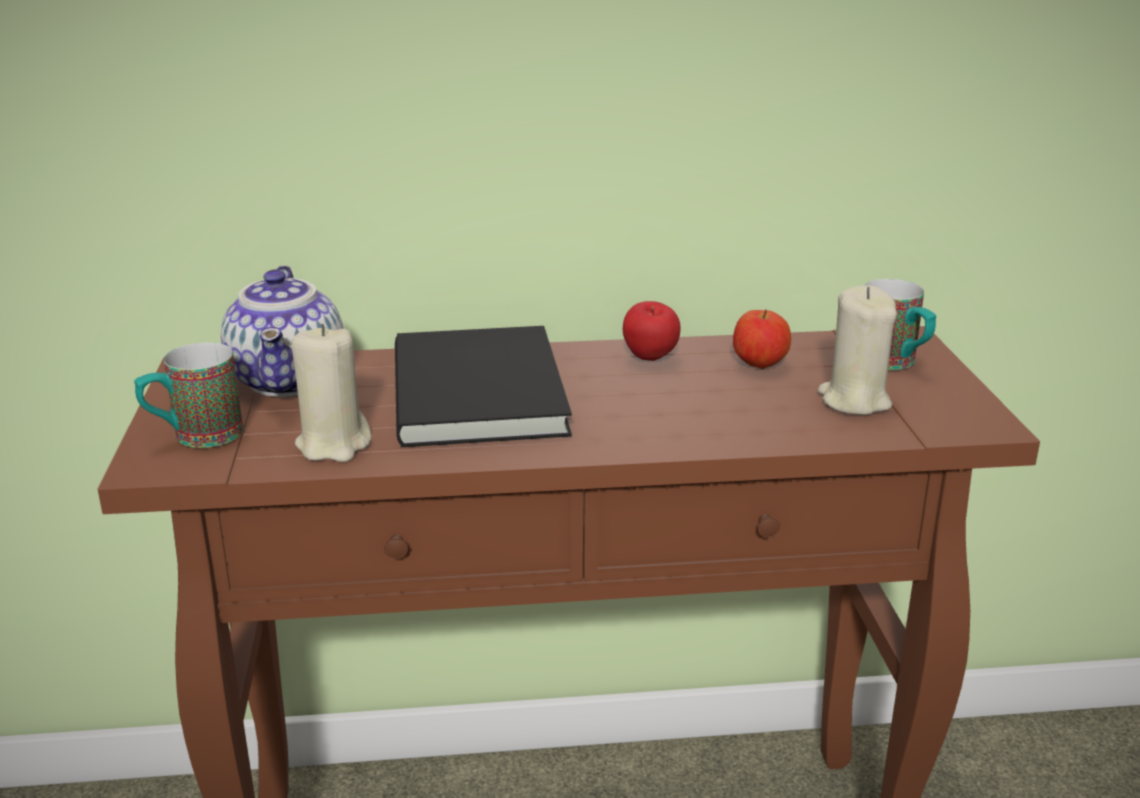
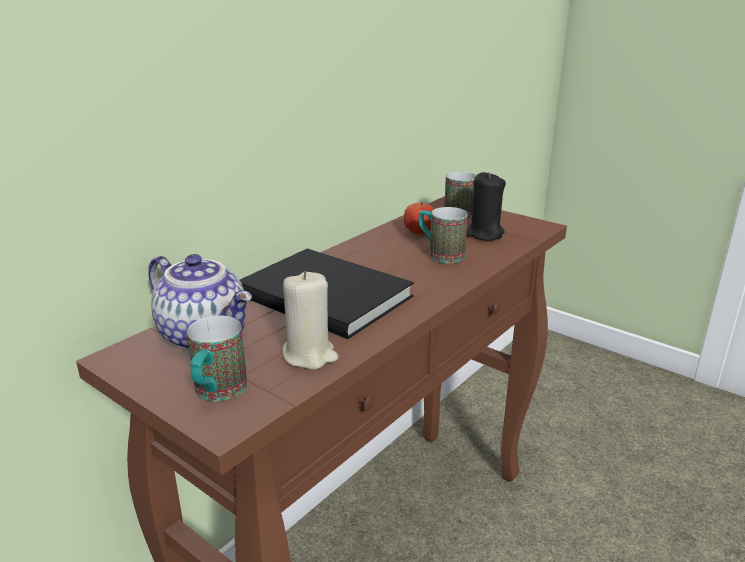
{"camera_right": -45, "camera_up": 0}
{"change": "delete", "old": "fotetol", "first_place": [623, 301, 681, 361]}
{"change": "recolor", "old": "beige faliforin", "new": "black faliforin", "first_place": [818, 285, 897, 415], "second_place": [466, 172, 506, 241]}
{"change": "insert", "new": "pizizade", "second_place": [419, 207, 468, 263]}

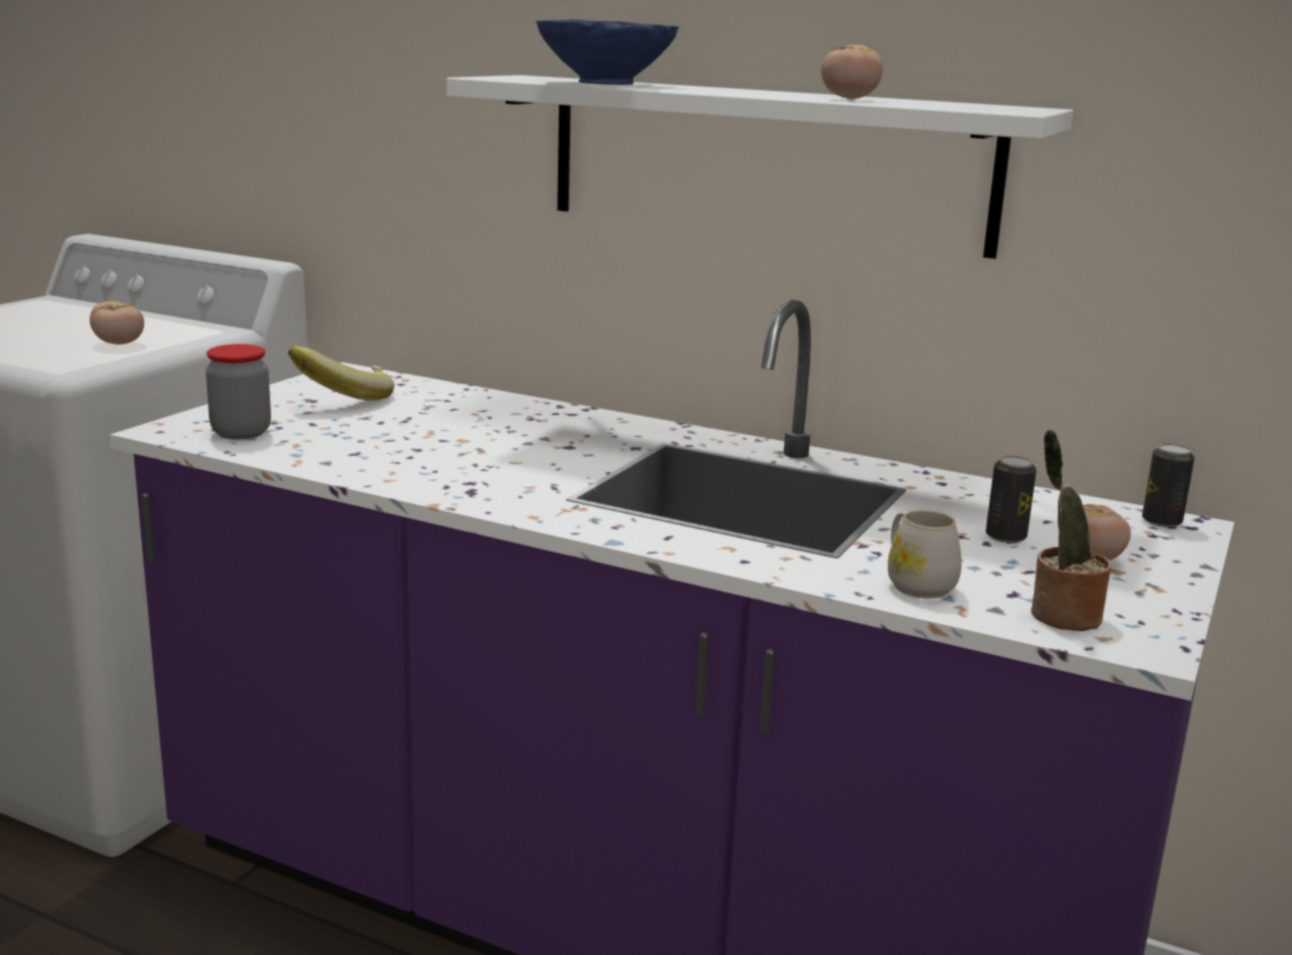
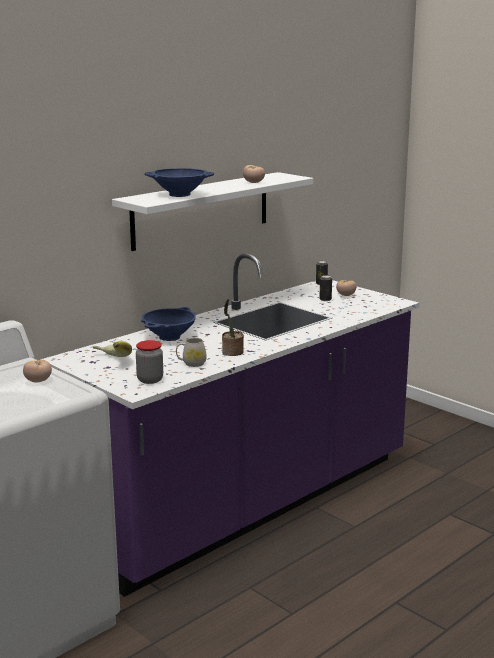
{"camera_right": -70, "camera_up": 0}
{"change": "move", "old": "white pizizade", "first_place": [888, 510, 962, 599], "second_place": [176, 338, 207, 367]}
{"change": "move", "old": "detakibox", "first_place": [1031, 430, 1111, 631], "second_place": [222, 299, 244, 356]}
{"change": "insert", "new": "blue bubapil", "second_place": [141, 307, 196, 341]}

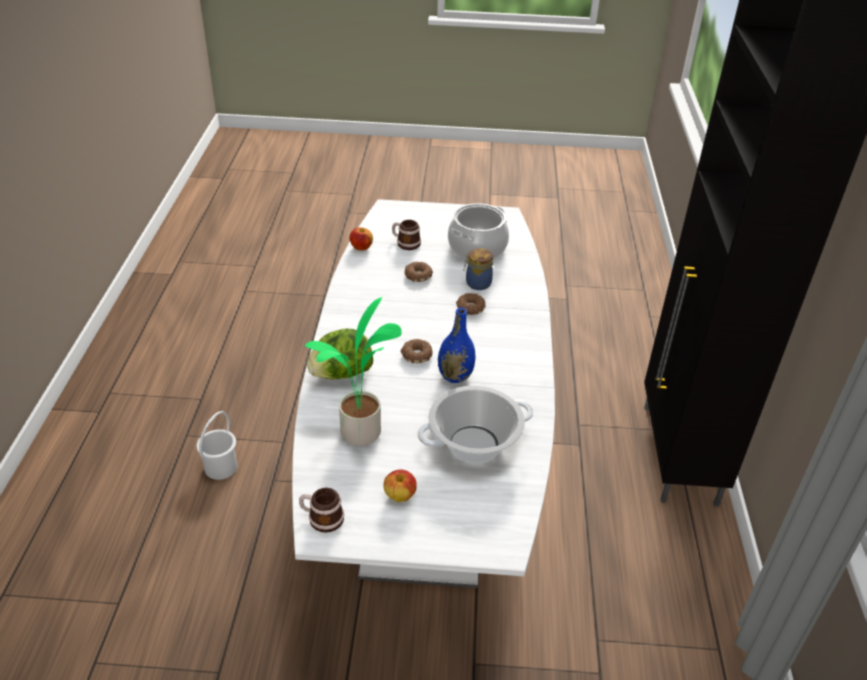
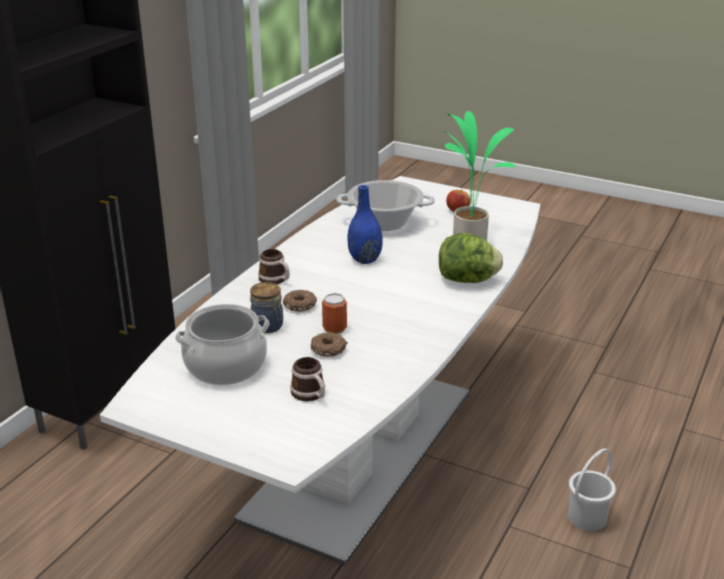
{"camera_right": -155, "camera_up": -10}
{"change": "move", "old": "pizizade", "first_place": [299, 488, 344, 533], "second_place": [258, 249, 290, 284]}
{"change": "delete", "old": "fotetol", "first_place": [350, 227, 373, 251]}
{"change": "delete", "old": "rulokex", "first_place": [400, 339, 433, 363]}
{"change": "insert", "new": "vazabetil", "second_place": [322, 293, 347, 334]}

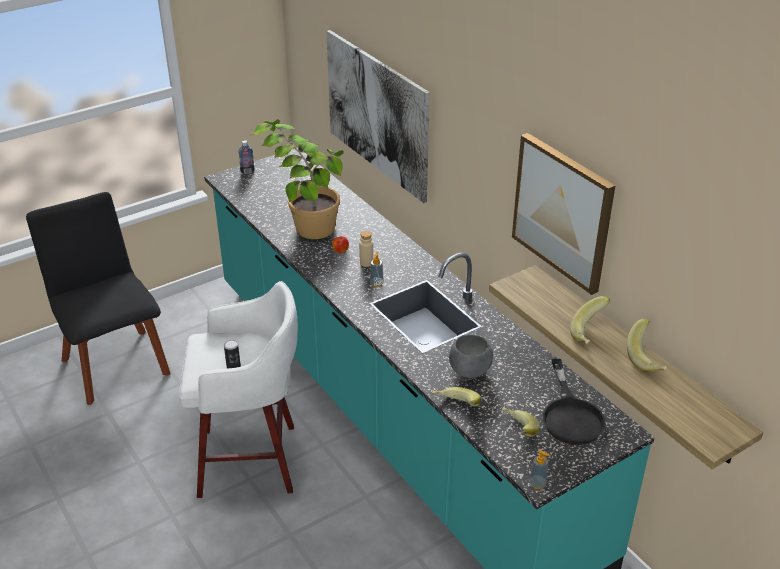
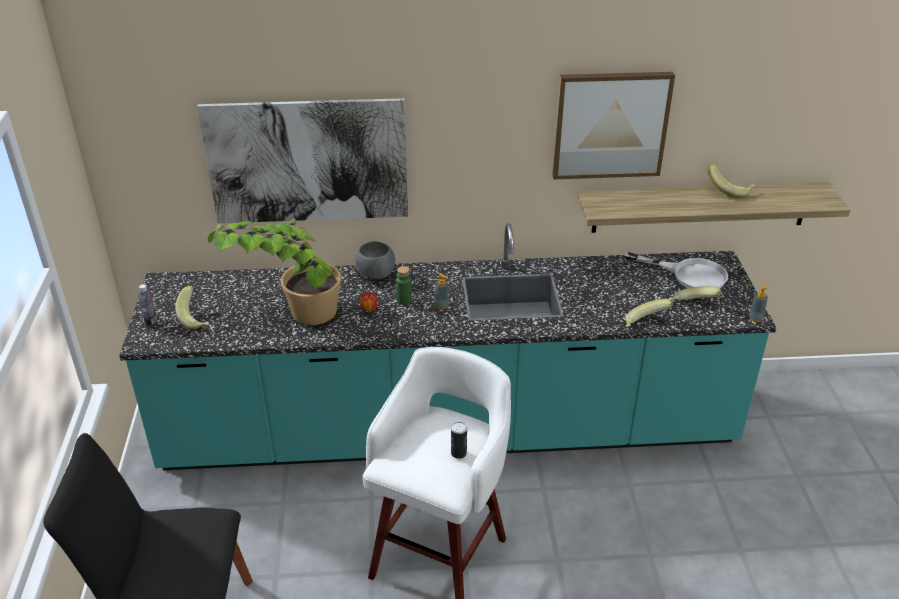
{"camera_right": -60, "camera_up": 0}
{"change": "recolor", "old": "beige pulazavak", "new": "green pulazavak", "first_place": [359, 231, 373, 267], "second_place": [396, 266, 412, 305]}
{"change": "move", "old": "grey bubapil", "first_place": [449, 335, 493, 378], "second_place": [355, 241, 395, 279]}
{"change": "recolor", "old": "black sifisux", "new": "white sifisux", "first_place": [543, 359, 606, 445], "second_place": [625, 252, 728, 288]}
{"change": "move", "old": "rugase", "first_place": [570, 296, 610, 344], "second_place": [175, 286, 208, 330]}

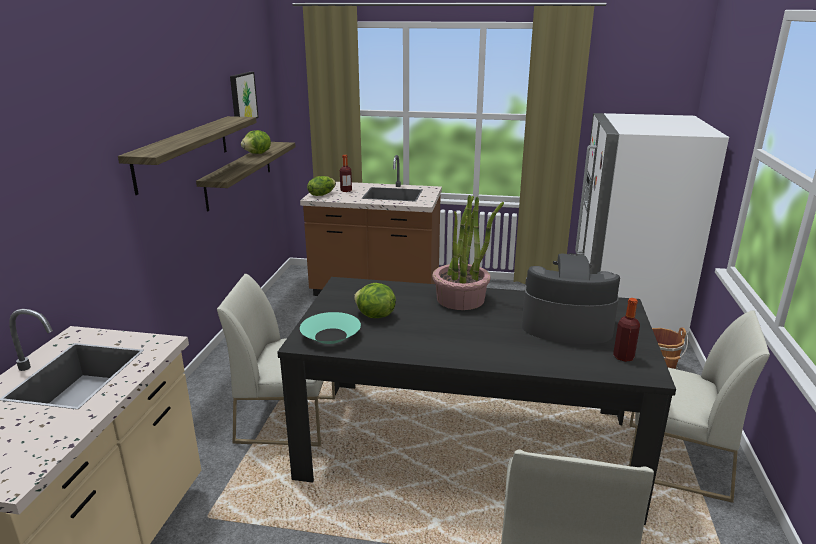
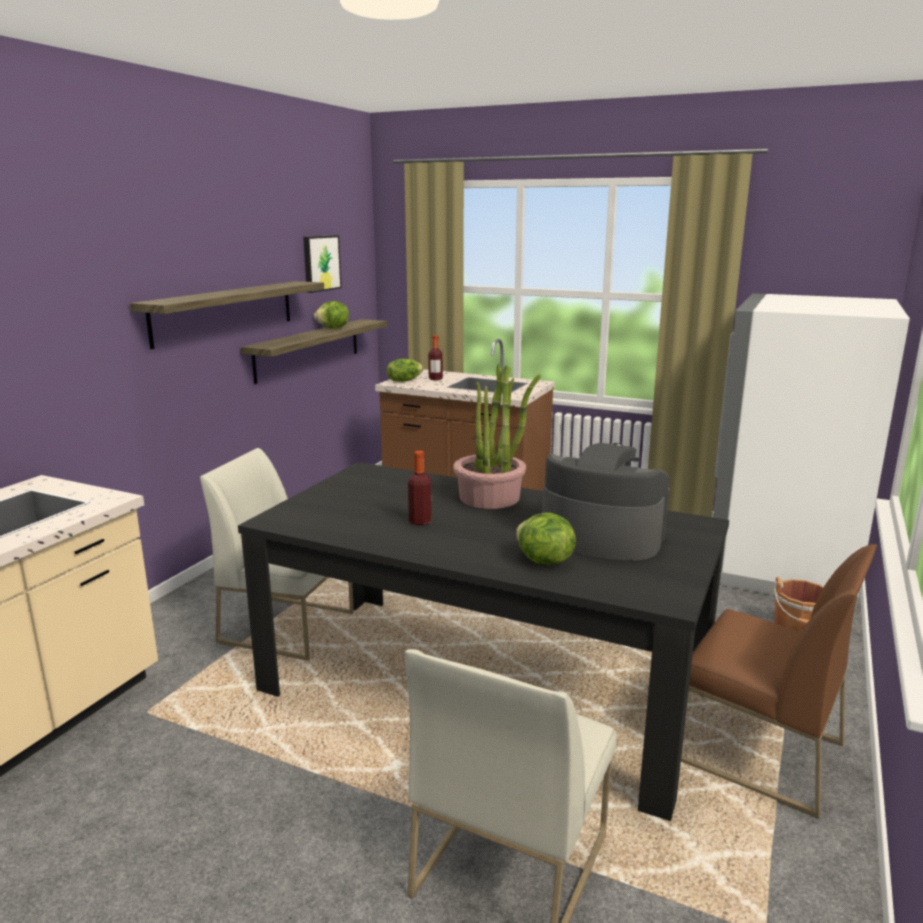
{"camera_right": 15, "camera_up": -5}
{"change": "delete", "old": "turquoise bubapil", "first_place": [300, 312, 361, 344]}
{"change": "move", "old": "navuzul", "first_place": [354, 283, 396, 318], "second_place": [516, 513, 576, 565]}
{"change": "move", "old": "pulazavak", "first_place": [613, 298, 640, 362], "second_place": [408, 451, 432, 525]}
{"change": "recolor", "old": "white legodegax", "new": "brown legodegax", "first_place": [629, 310, 770, 503], "second_place": [681, 544, 877, 819]}

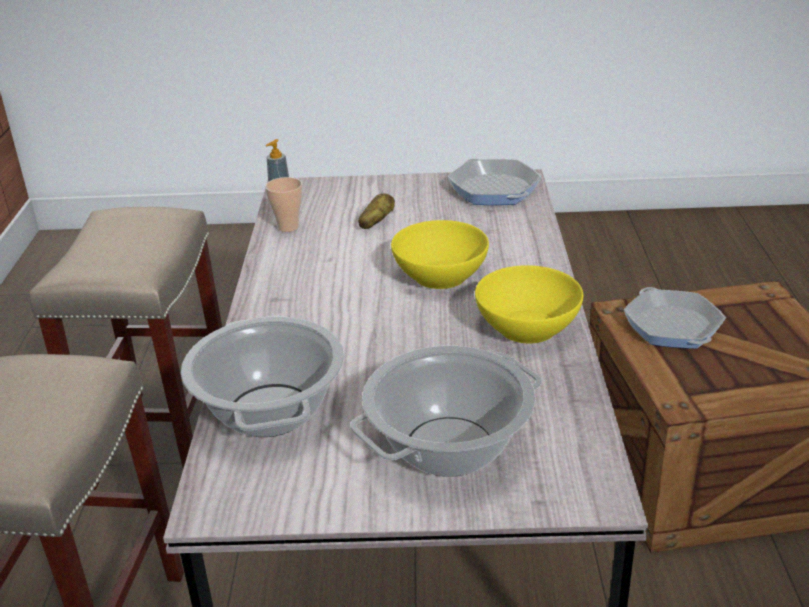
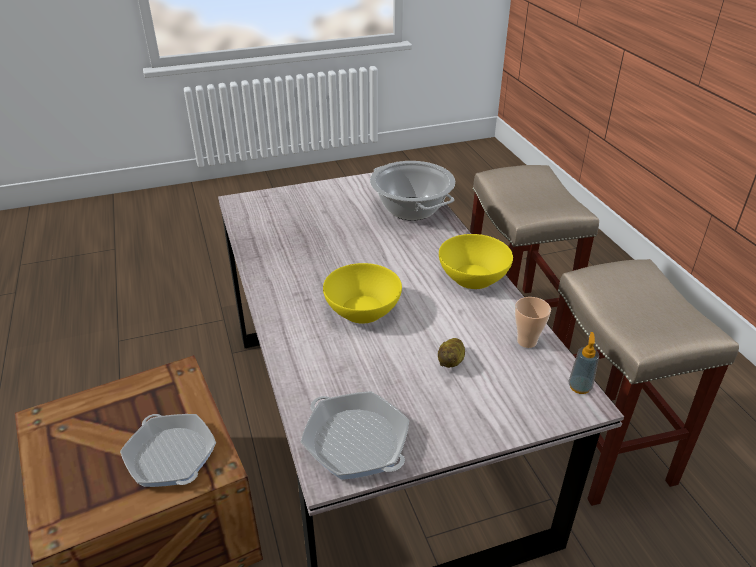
{"camera_right": 160, "camera_up": 5}
{"change": "delete", "old": "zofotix", "first_place": [350, 346, 542, 477]}
{"change": "move", "old": "yellow bubapil", "first_place": [475, 265, 583, 343], "second_place": [439, 234, 513, 289]}

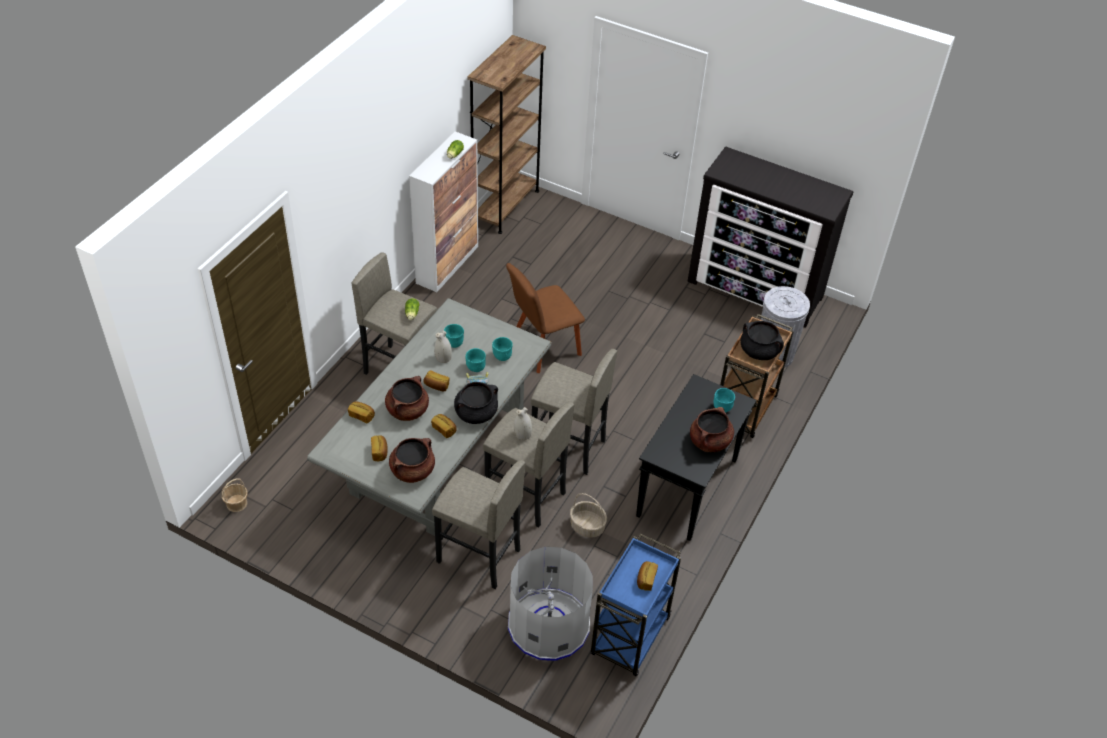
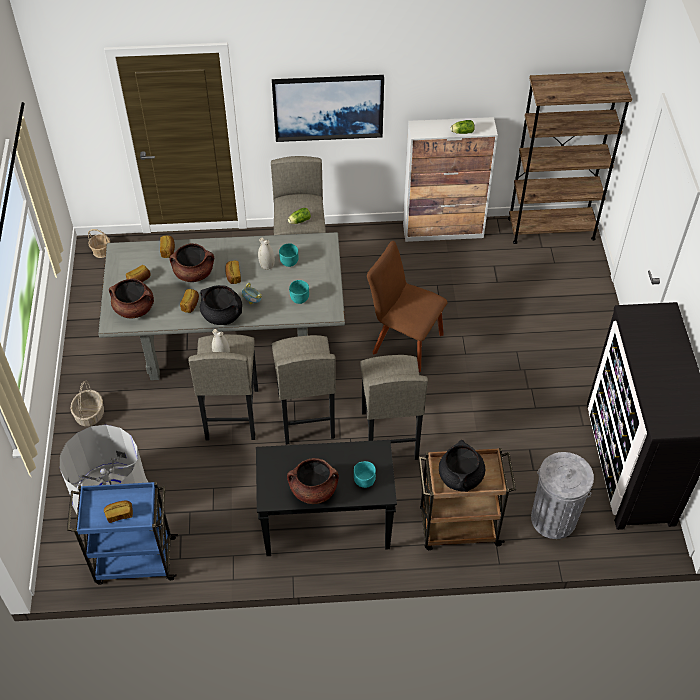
{"camera_right": 60, "camera_up": 5}
{"change": "move", "old": "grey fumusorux", "first_place": [432, 460, 526, 589], "second_place": [360, 355, 428, 460]}
{"change": "delete", "old": "turquoise bubapil", "first_place": [465, 348, 486, 372]}
{"change": "move", "old": "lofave", "first_place": [570, 493, 607, 538], "second_place": [70, 380, 104, 426]}
{"change": "insert", "new": "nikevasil", "second_place": [272, 75, 384, 142]}

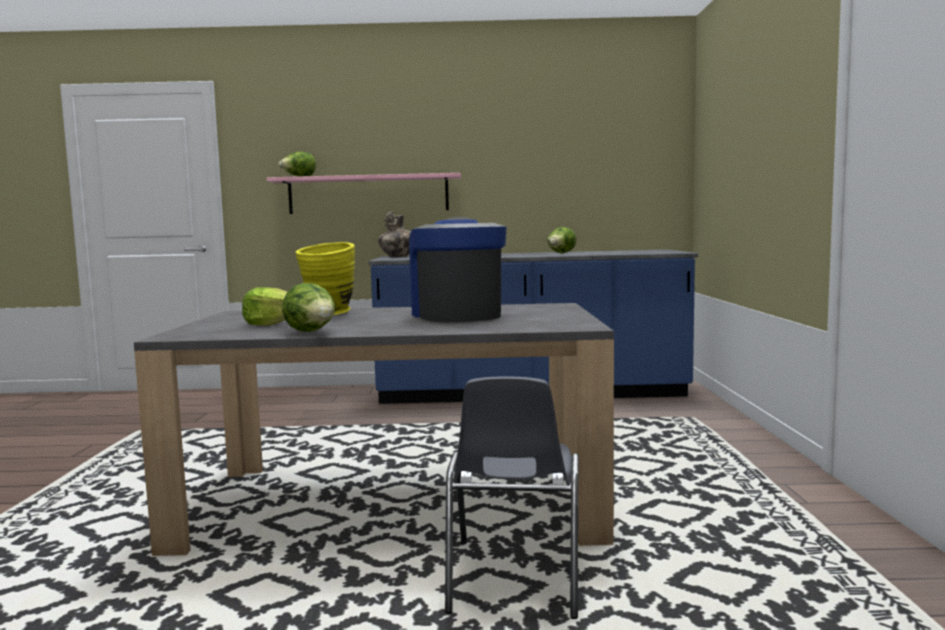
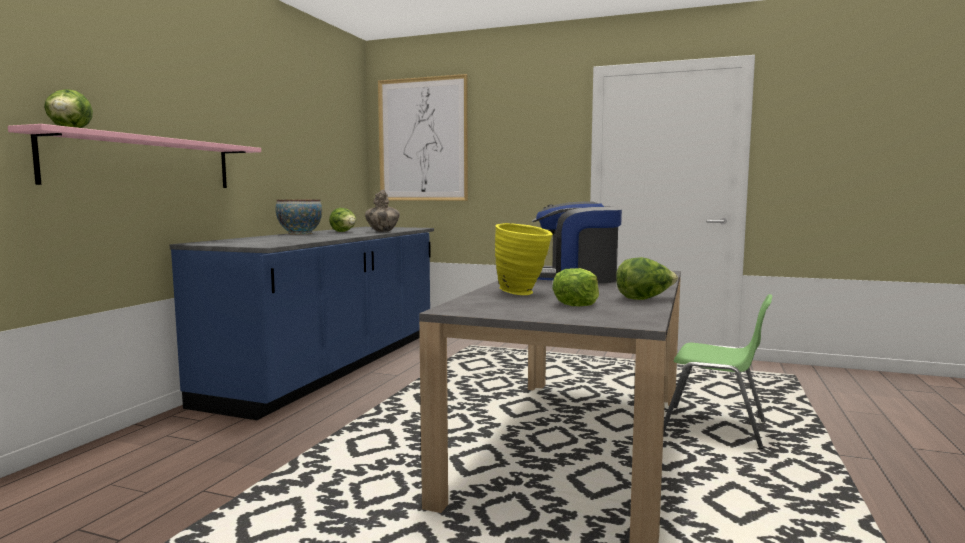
{"camera_right": -70, "camera_up": 0}
{"change": "move", "old": "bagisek", "first_place": [378, 211, 411, 258], "second_place": [365, 190, 400, 232]}
{"change": "recolor", "old": "grey legodegax", "new": "green legodegax", "first_place": [445, 376, 579, 619], "second_place": [663, 294, 772, 449]}
{"change": "insert", "new": "bubapil", "second_place": [276, 199, 322, 235]}
{"change": "insert", "new": "nikevasil", "second_place": [378, 74, 468, 201]}

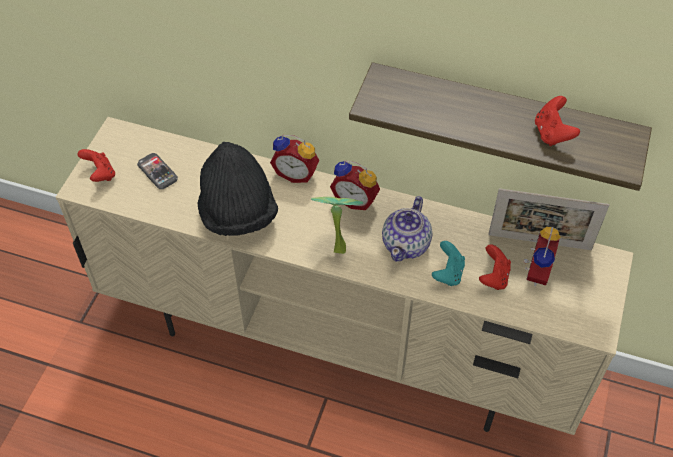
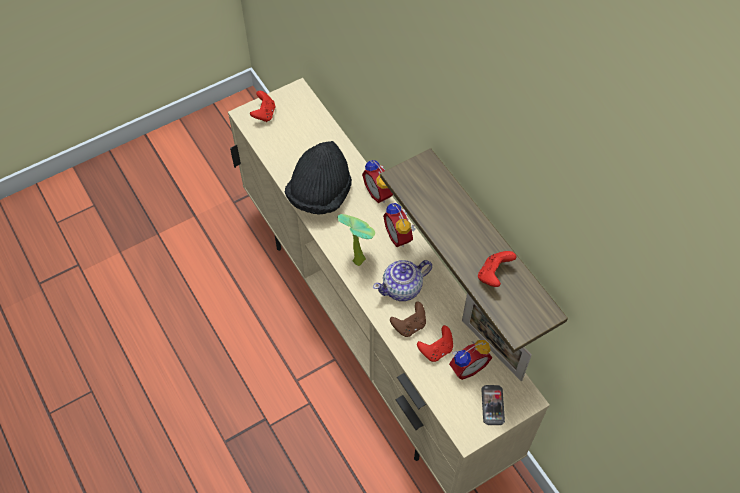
{"camera_right": 40, "camera_up": 5}
{"change": "move", "old": "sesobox", "first_place": [137, 153, 178, 189], "second_place": [481, 385, 505, 425]}
{"change": "recolor", "old": "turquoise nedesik", "new": "brown nedesik", "first_place": [432, 241, 465, 286], "second_place": [390, 302, 426, 337]}

